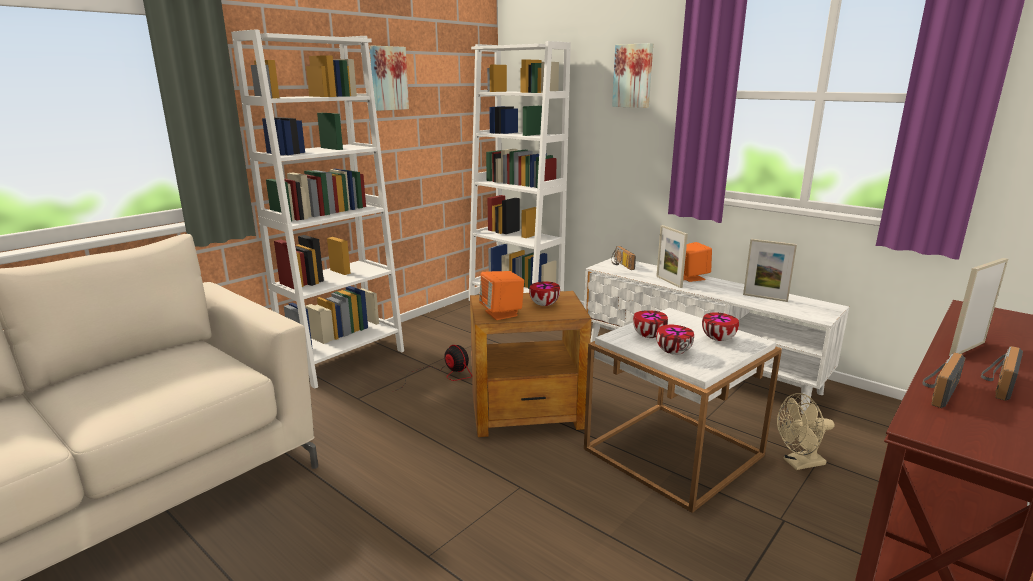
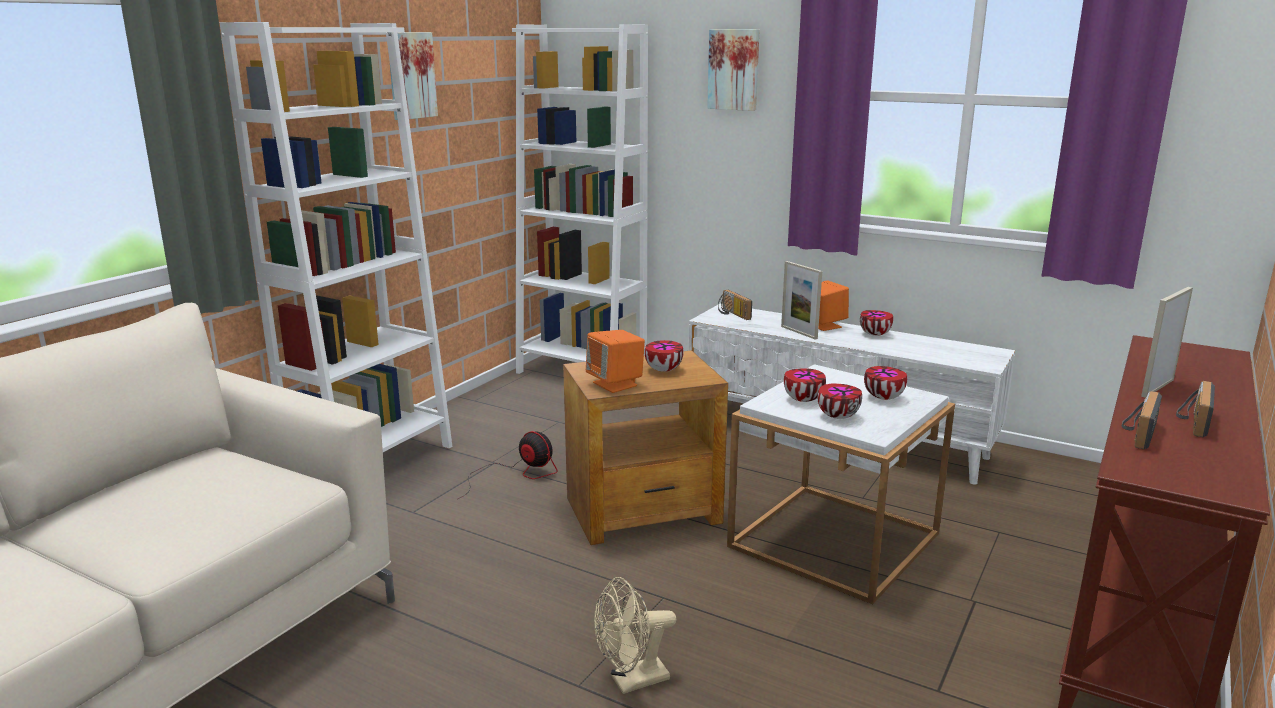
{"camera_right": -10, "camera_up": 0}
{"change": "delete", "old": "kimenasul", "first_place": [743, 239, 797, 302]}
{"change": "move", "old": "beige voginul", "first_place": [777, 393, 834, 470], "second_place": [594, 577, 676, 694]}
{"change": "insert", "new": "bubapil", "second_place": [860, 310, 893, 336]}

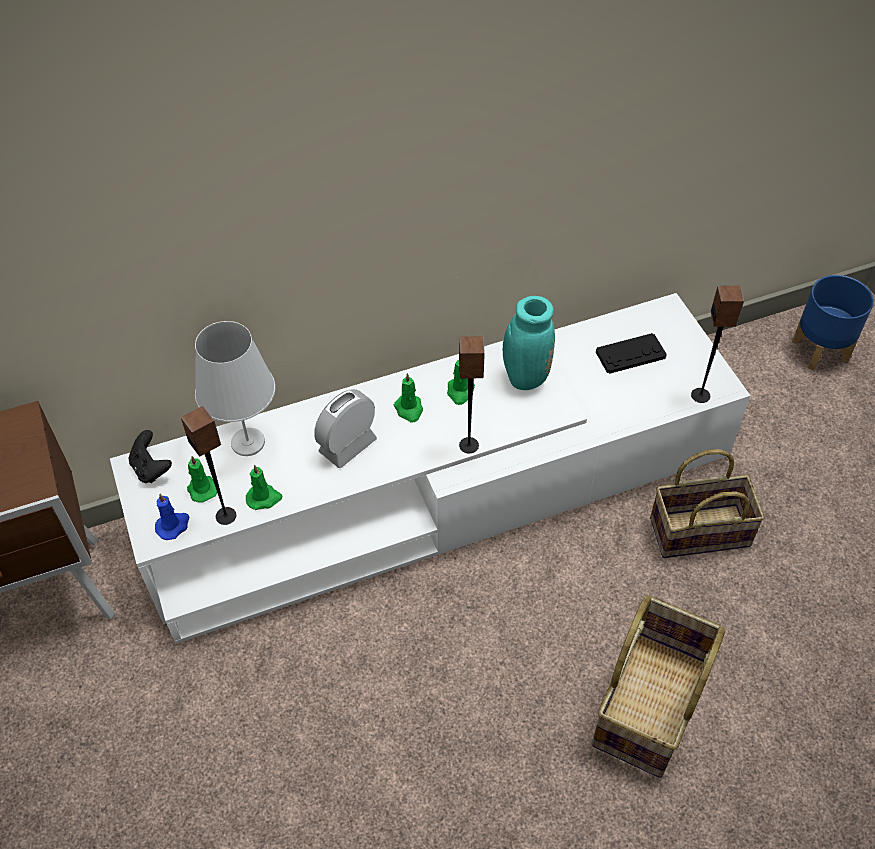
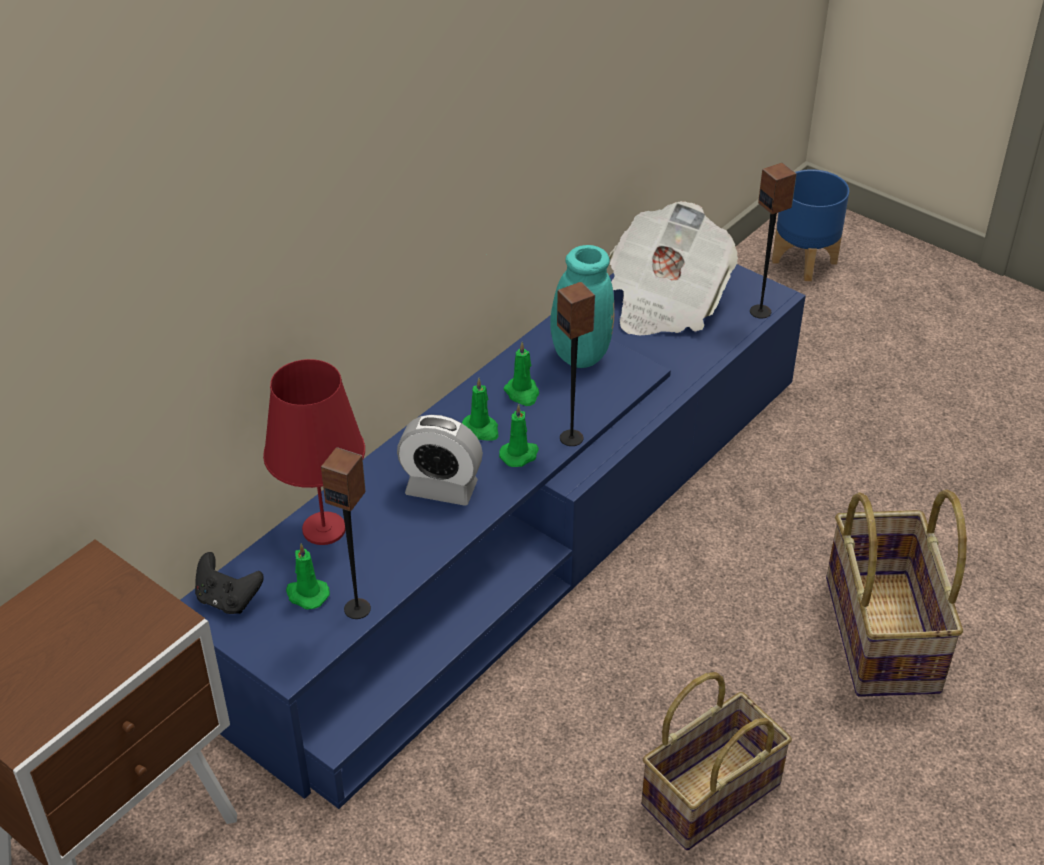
{"camera_right": -30, "camera_up": -10}
{"change": "recolor", "old": "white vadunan", "new": "blue vadunan", "first_place": [110, 293, 750, 644], "second_place": [181, 264, 806, 809]}
{"change": "delete", "old": "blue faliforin", "first_place": [155, 494, 189, 540]}
{"change": "recolor", "old": "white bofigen", "new": "red bofigen", "first_place": [195, 321, 275, 456], "second_place": [263, 359, 365, 545]}
{"change": "move", "old": "green faliforin", "first_place": [246, 465, 283, 510], "second_place": [499, 404, 539, 467]}
{"change": "rotate", "old": "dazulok", "first_place": [314, 389, 377, 468], "second_place": [397, 415, 483, 506], "degrees": -90}
{"change": "replace", "old": "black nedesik", "new": "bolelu", "first_place": [596, 333, 667, 374], "second_place": [609, 201, 738, 335]}
{"change": "move", "old": "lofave", "first_place": [650, 449, 765, 558], "second_place": [641, 672, 792, 851]}

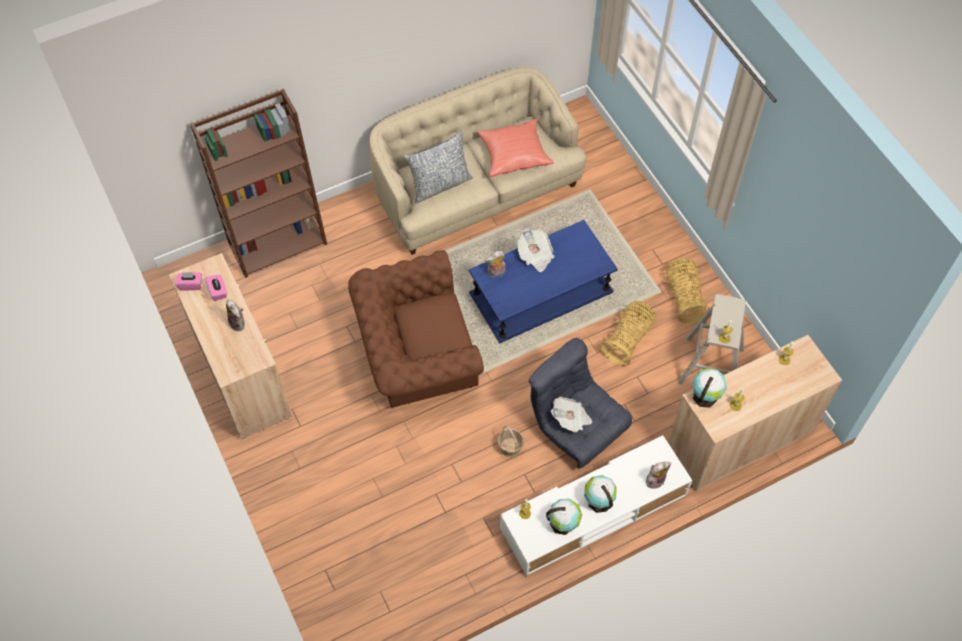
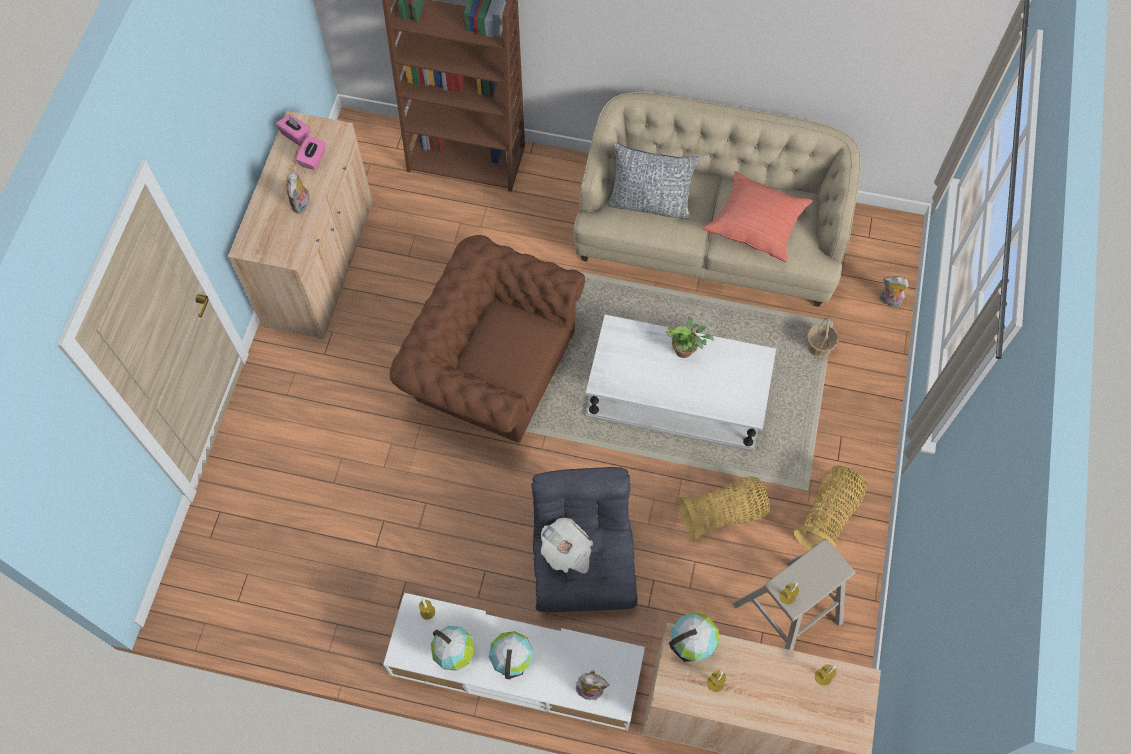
{"camera_right": 40, "camera_up": 5}
{"change": "recolor", "old": "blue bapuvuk", "new": "white bapuvuk", "first_place": [469, 220, 618, 343], "second_place": [585, 315, 776, 451]}
{"change": "move", "old": "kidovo", "first_place": [485, 251, 505, 278], "second_place": [880, 276, 909, 307]}
{"change": "move", "old": "lofave", "first_place": [498, 425, 524, 457], "second_place": [807, 317, 839, 357]}
{"change": "replace", "old": "bolelu", "new": "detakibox", "first_place": [517, 229, 555, 272], "second_place": [666, 316, 715, 358]}

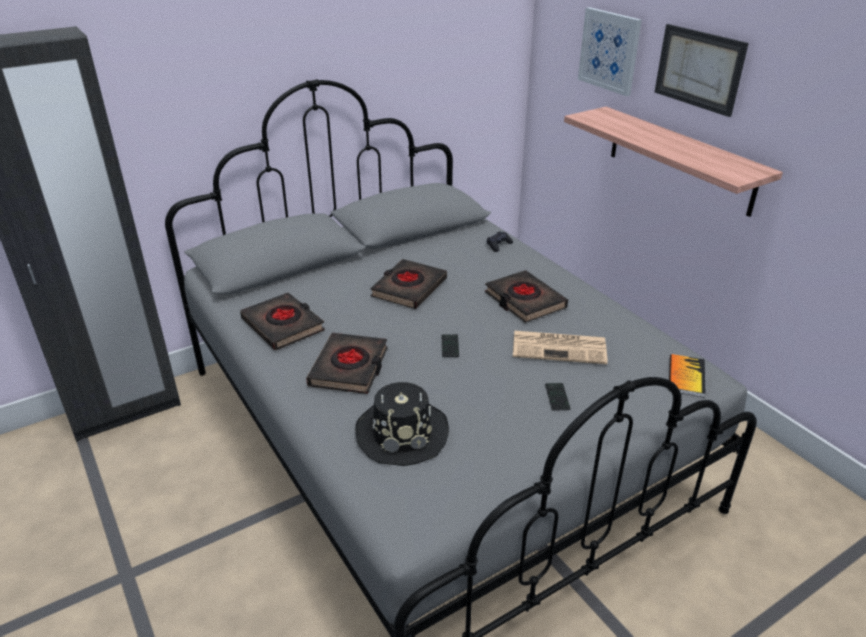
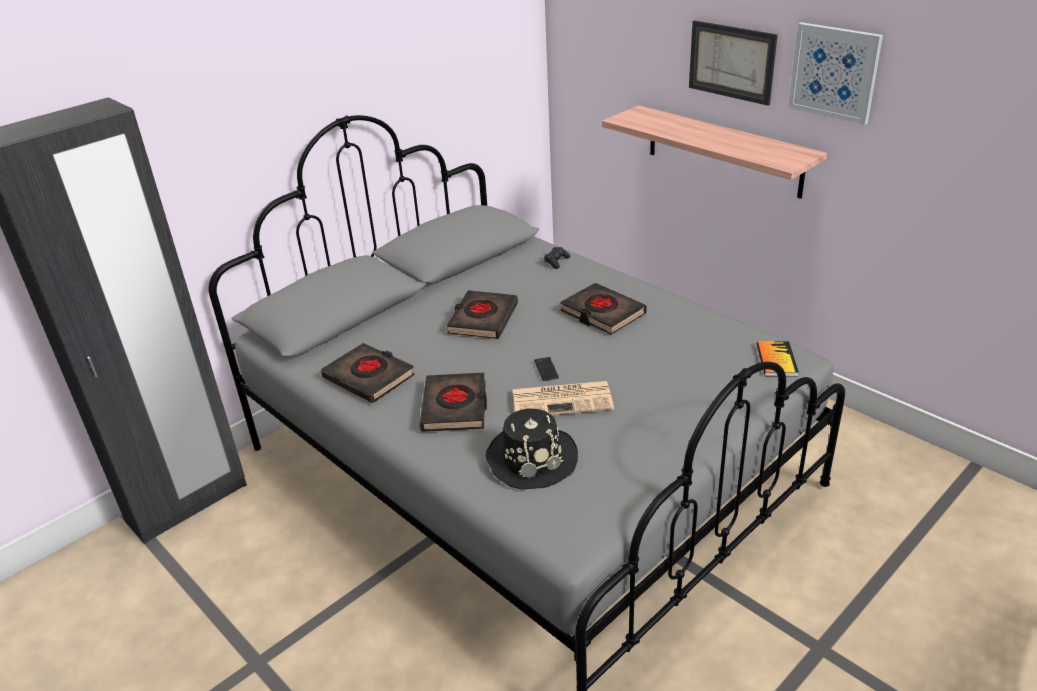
{"camera_right": -10, "camera_up": 0}
{"change": "move", "old": "bolelu", "first_place": [513, 331, 608, 364], "second_place": [513, 381, 614, 415]}
{"change": "delete", "old": "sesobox", "first_place": [545, 383, 571, 411]}
{"change": "move", "old": "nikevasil", "first_place": [578, 7, 642, 96], "second_place": [788, 22, 883, 125]}

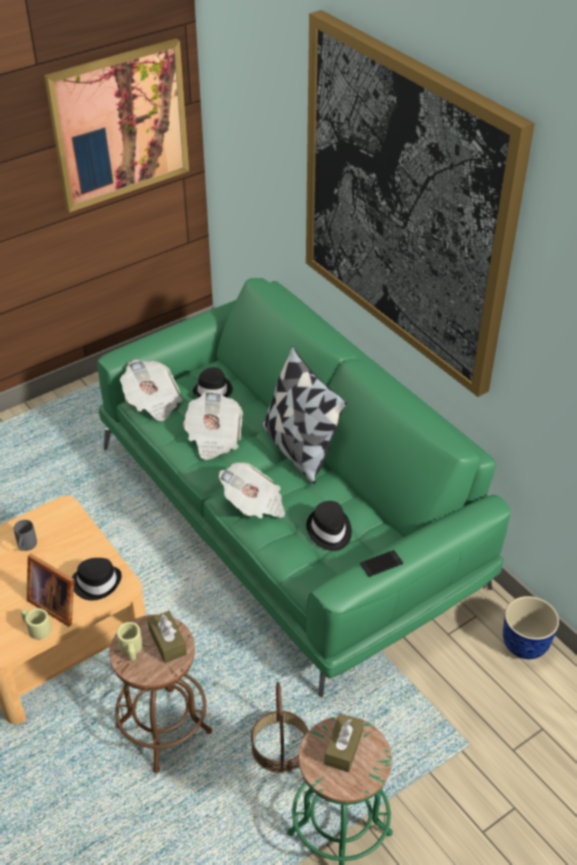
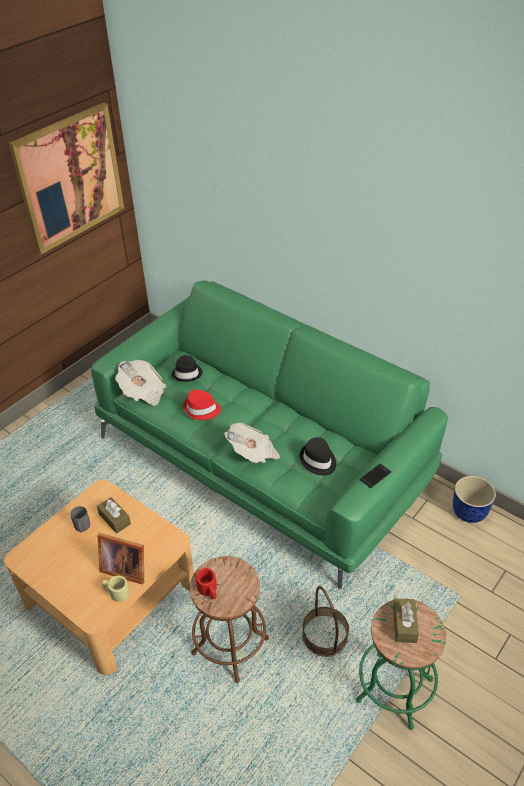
{"camera_right": -15, "camera_up": 0}
{"change": "delete", "old": "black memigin", "first_place": [72, 558, 122, 601]}
{"change": "recolor", "old": "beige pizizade", "new": "red pizizade", "first_place": [117, 622, 143, 661], "second_place": [196, 568, 217, 599]}
{"change": "move", "old": "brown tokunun", "first_place": [147, 611, 187, 663], "second_place": [97, 497, 131, 534]}
{"change": "replace", "old": "bolelu", "new": "red memigin", "first_place": [183, 390, 243, 460], "second_place": [183, 389, 221, 420]}
{"change": "delete", "old": "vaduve", "first_place": [262, 346, 347, 484]}
{"change": "delete", "old": "nikevasil", "first_place": [306, 10, 535, 397]}

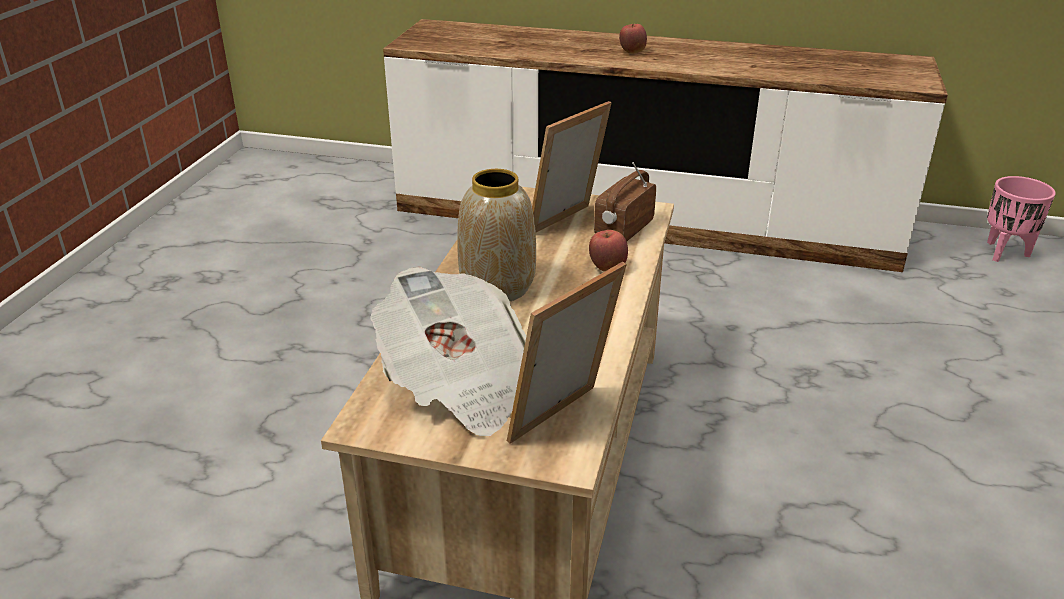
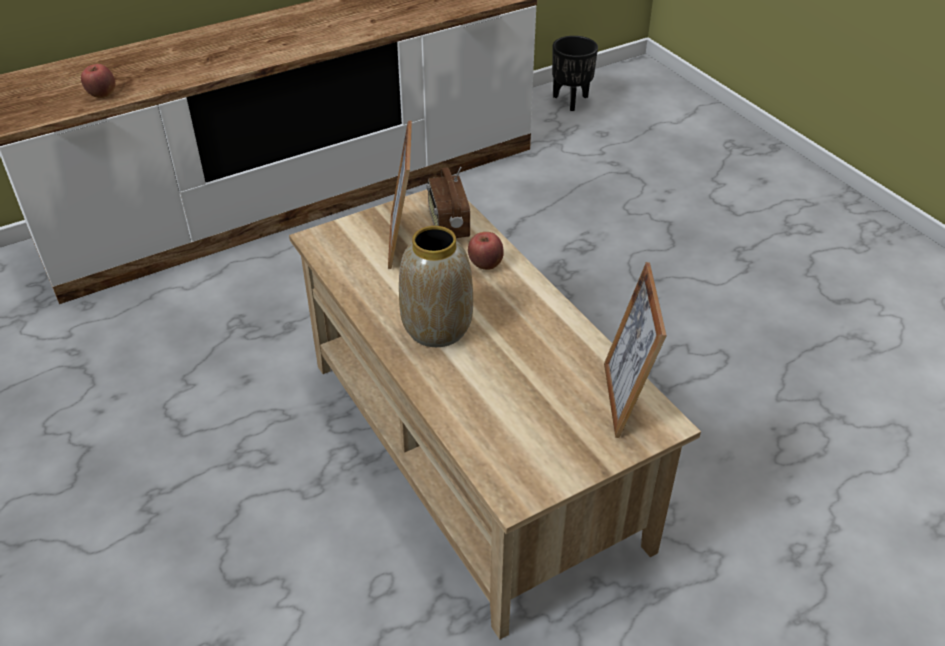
{"camera_right": -45, "camera_up": 10}
{"change": "delete", "old": "bolelu", "first_place": [370, 267, 526, 436]}
{"change": "move", "old": "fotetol", "first_place": [619, 24, 647, 54], "second_place": [81, 64, 115, 98]}
{"change": "recolor", "old": "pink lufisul", "new": "black lufisul", "first_place": [987, 176, 1056, 262], "second_place": [552, 36, 598, 111]}

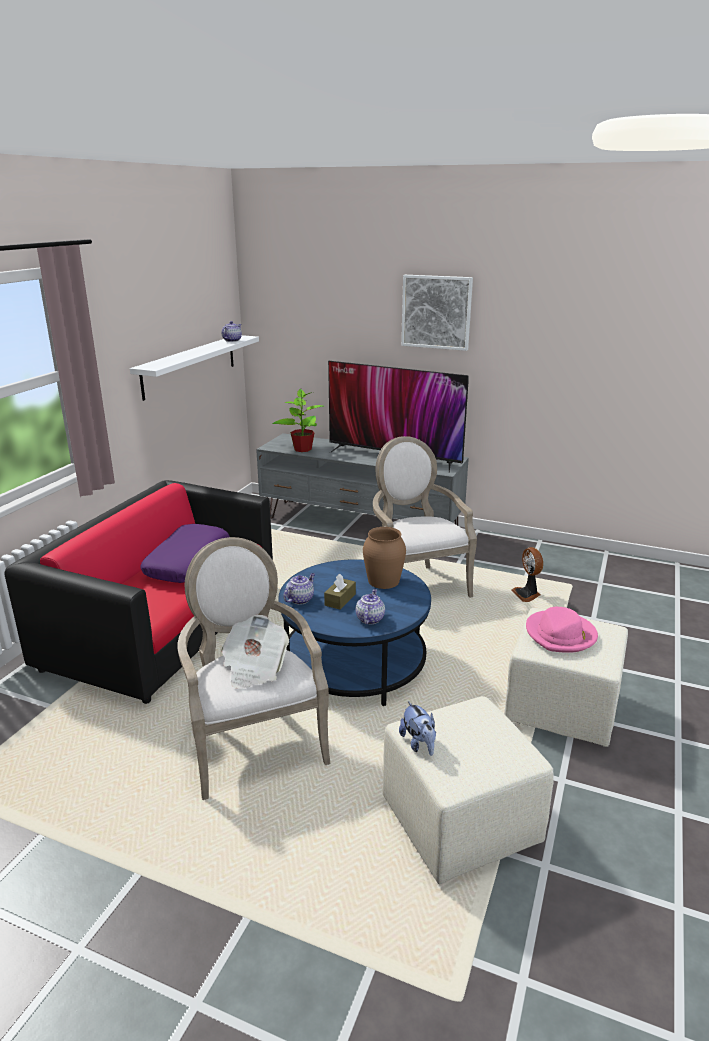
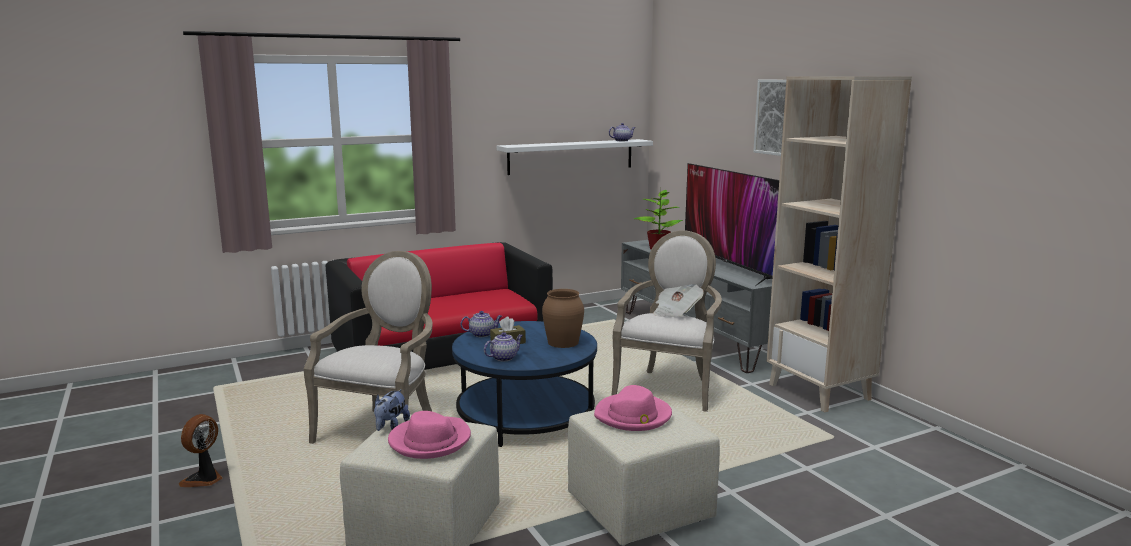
{"camera_right": 40, "camera_up": -10}
{"change": "delete", "old": "purple vaduve", "first_place": [140, 524, 230, 583]}
{"change": "move", "old": "bolelu", "first_place": [221, 615, 289, 689], "second_place": [653, 284, 704, 317]}
{"change": "move", "old": "voginul", "first_place": [511, 547, 543, 602], "second_place": [179, 414, 223, 487]}
{"change": "insert", "new": "pink memigin", "second_place": [388, 411, 471, 459]}
{"change": "insert", "new": "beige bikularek", "second_place": [767, 76, 912, 412]}

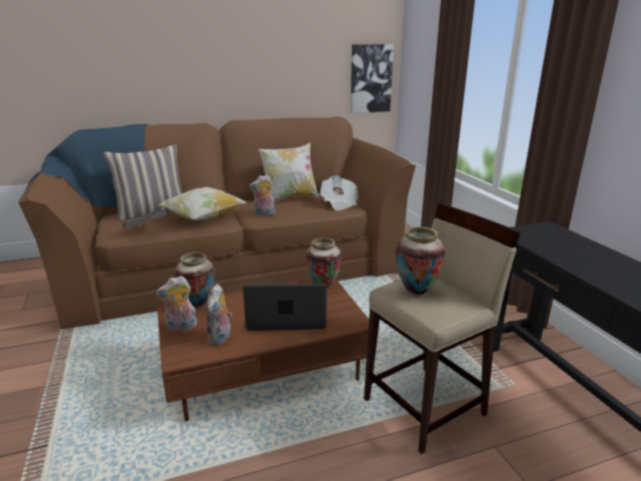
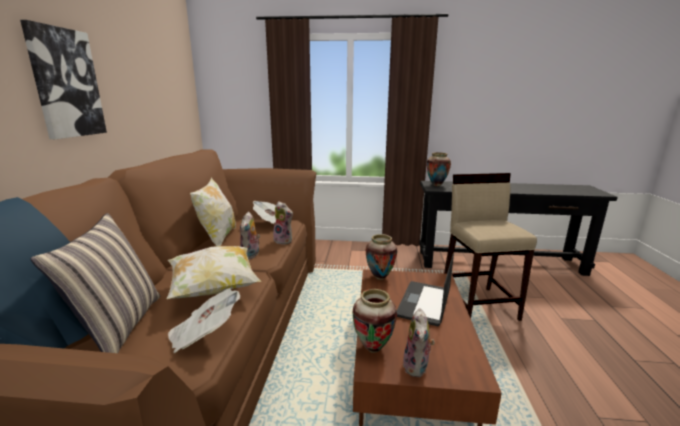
{"camera_right": -65, "camera_up": -5}
{"change": "move", "old": "kidovo", "first_place": [206, 284, 232, 346], "second_place": [273, 201, 293, 245]}
{"change": "move", "old": "nikevasil", "first_place": [350, 44, 394, 113], "second_place": [20, 20, 107, 139]}
{"change": "move", "old": "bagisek", "first_place": [395, 227, 445, 296], "second_place": [427, 152, 451, 186]}

